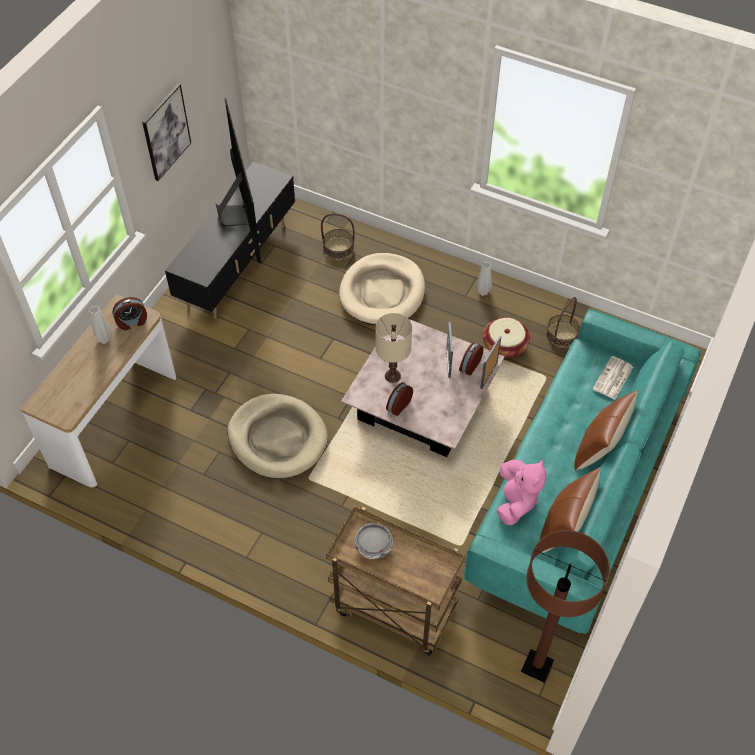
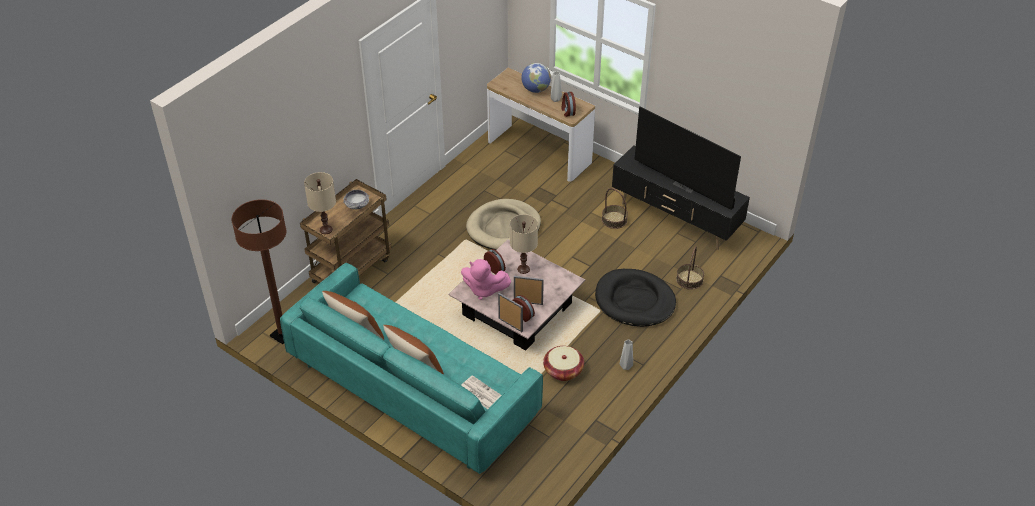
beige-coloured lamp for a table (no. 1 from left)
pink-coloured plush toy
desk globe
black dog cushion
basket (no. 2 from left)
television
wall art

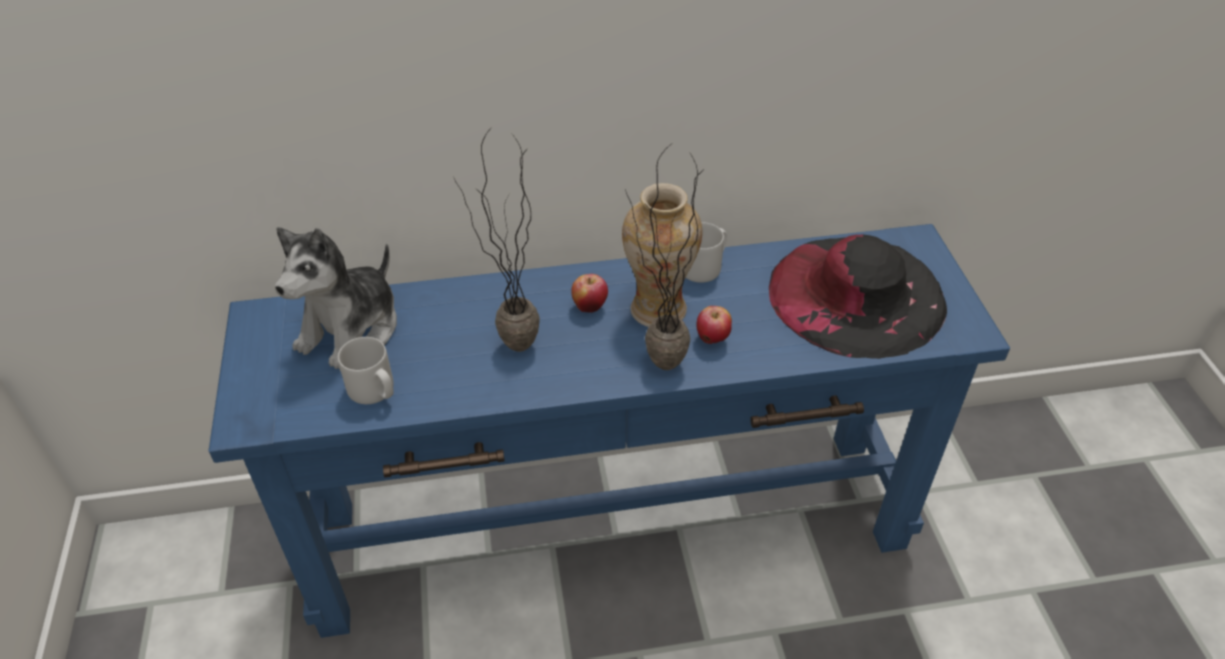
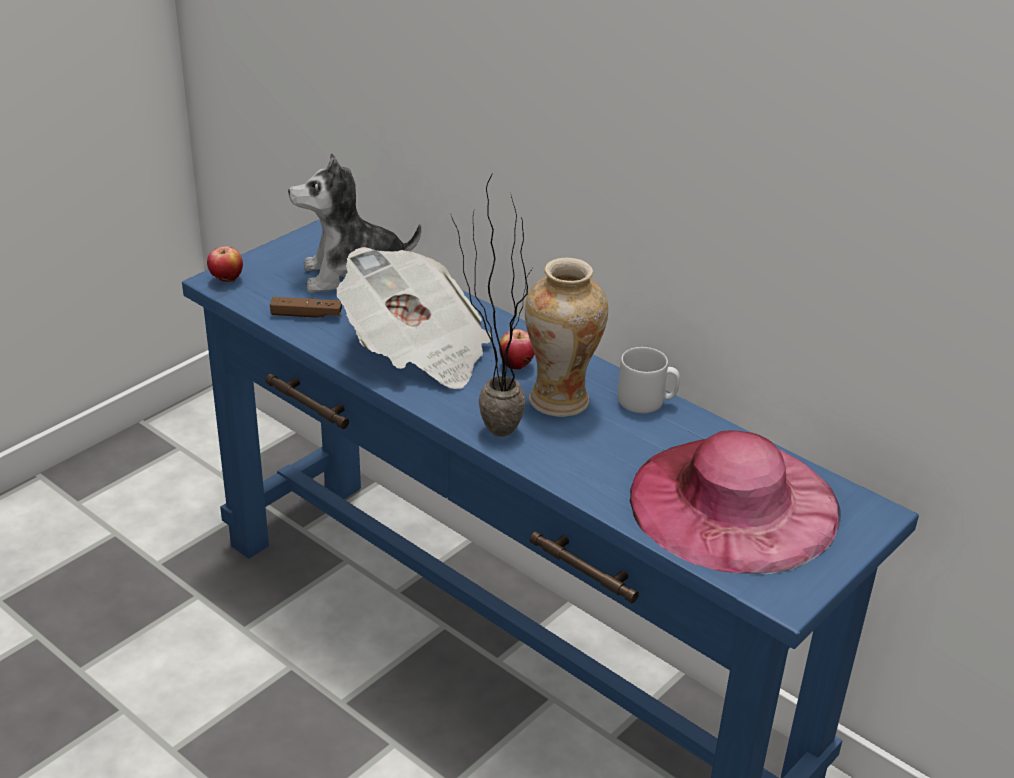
apple fruit (no. 1 from left)
brown-coloured gamepad
newspaper
pink-coloured clothing hat

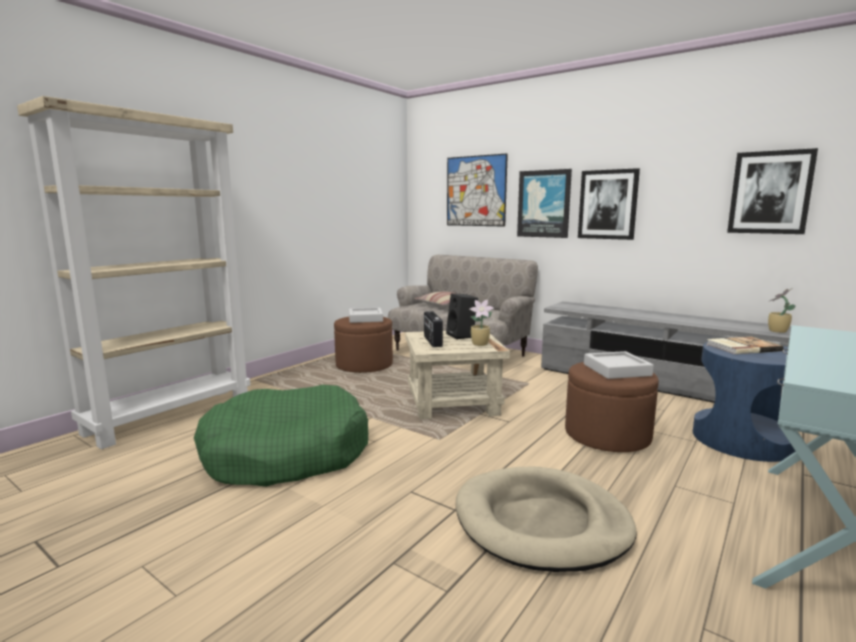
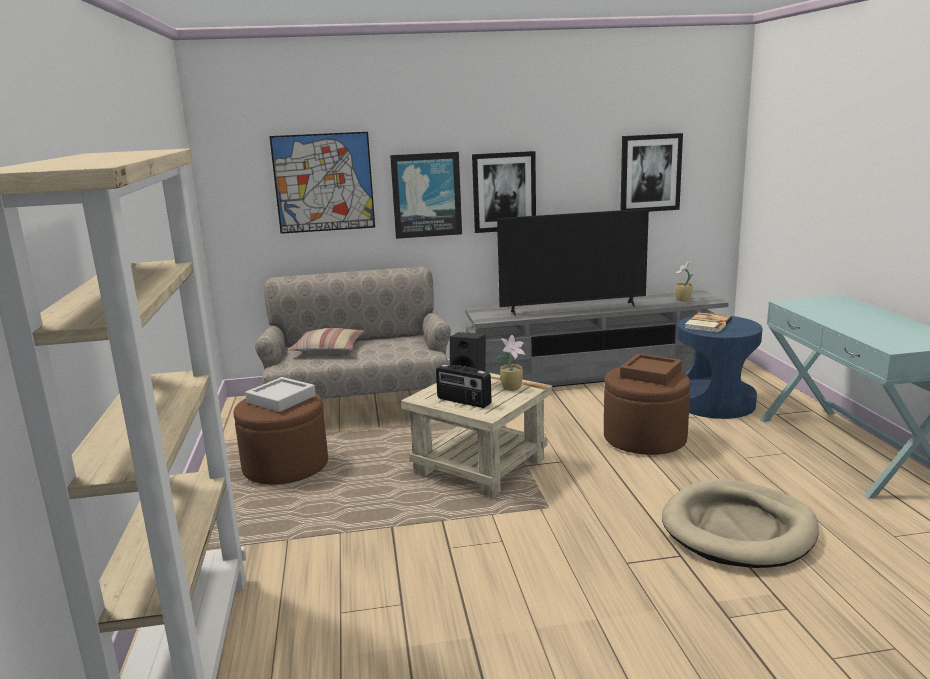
television
brown-coloured tray
green-coloured dog cushion

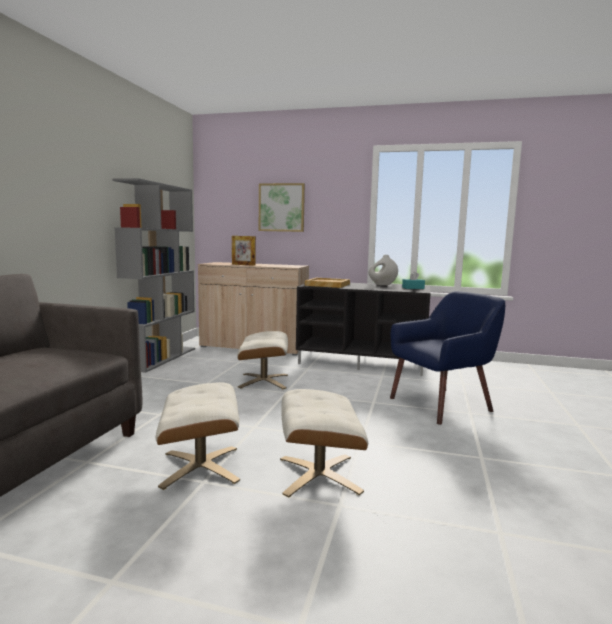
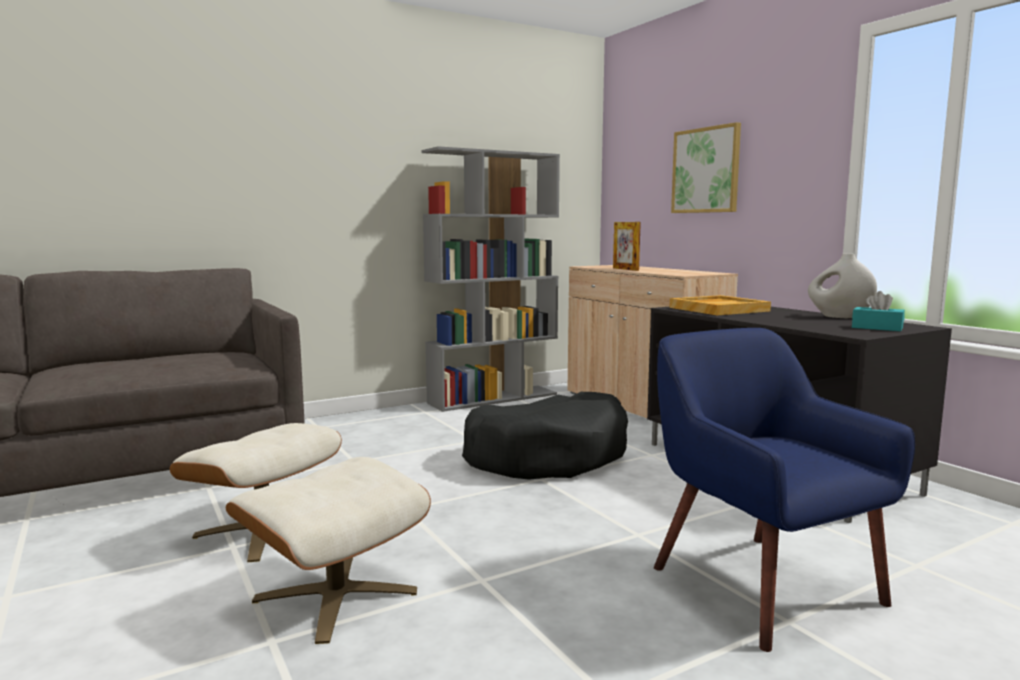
black dog cushion
blue-coloured lounge chair

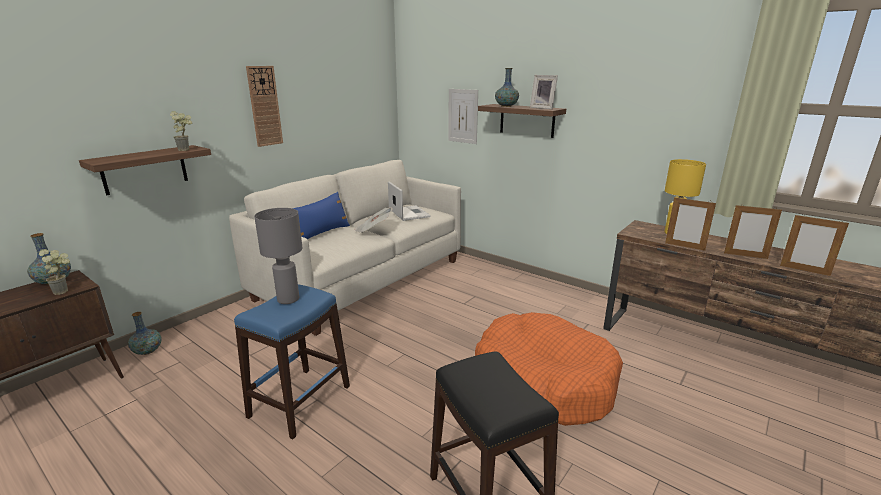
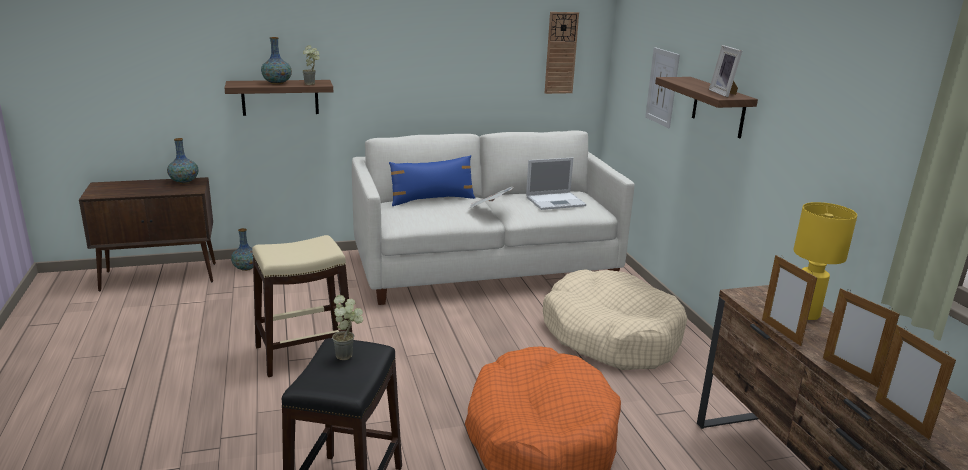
beige-coloured stool
vase (no. 3 from left)
potted plant (no. 2 from left)
portable computer
beige-coloured dog cushion
wall clock
grey lamp for a table

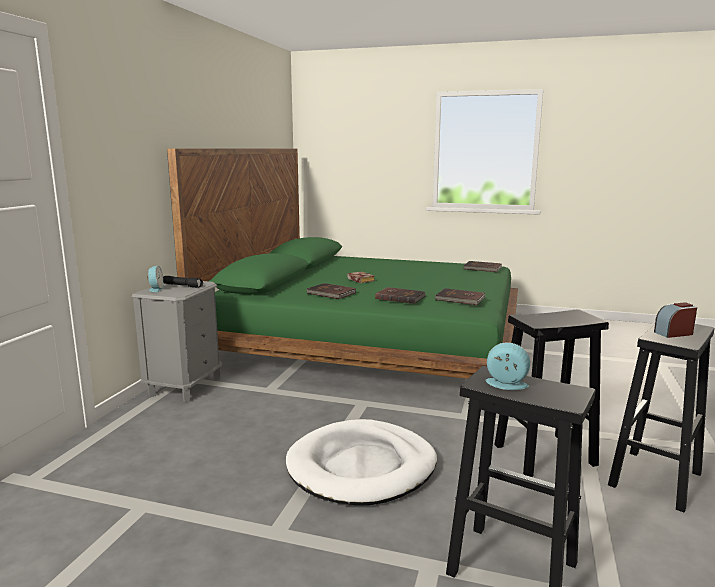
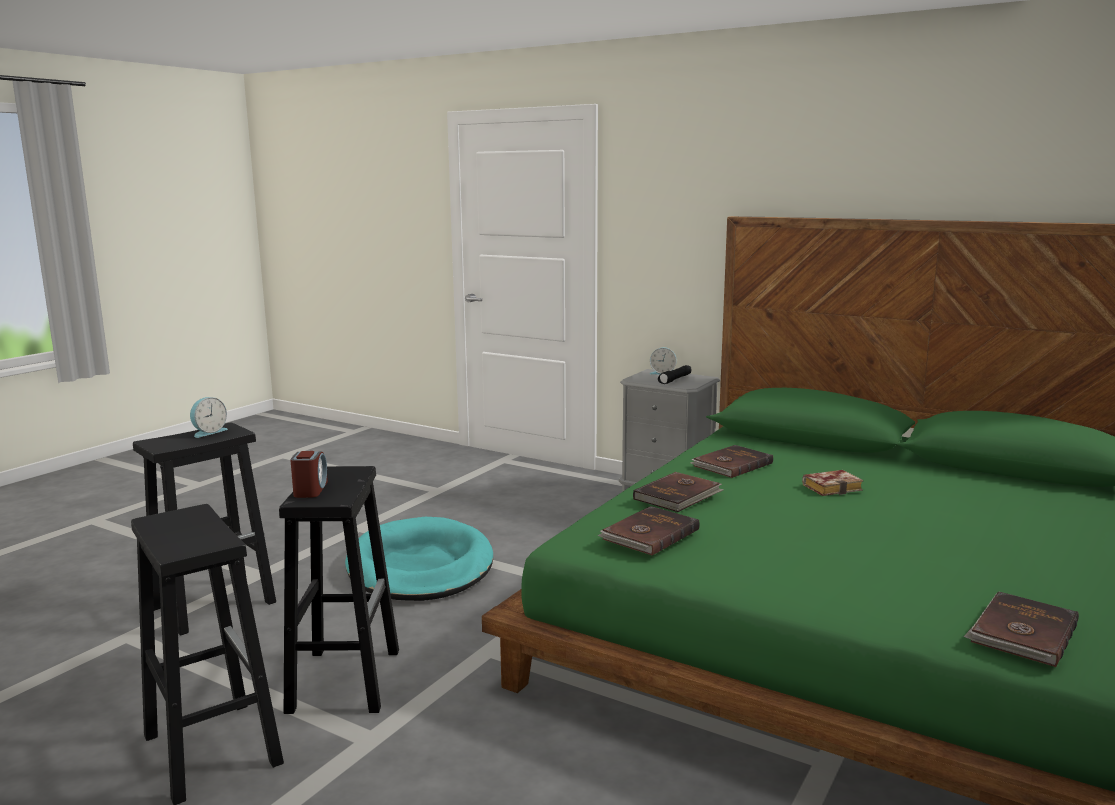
alarm clock (no. 2 from left)
turquoise dog cushion

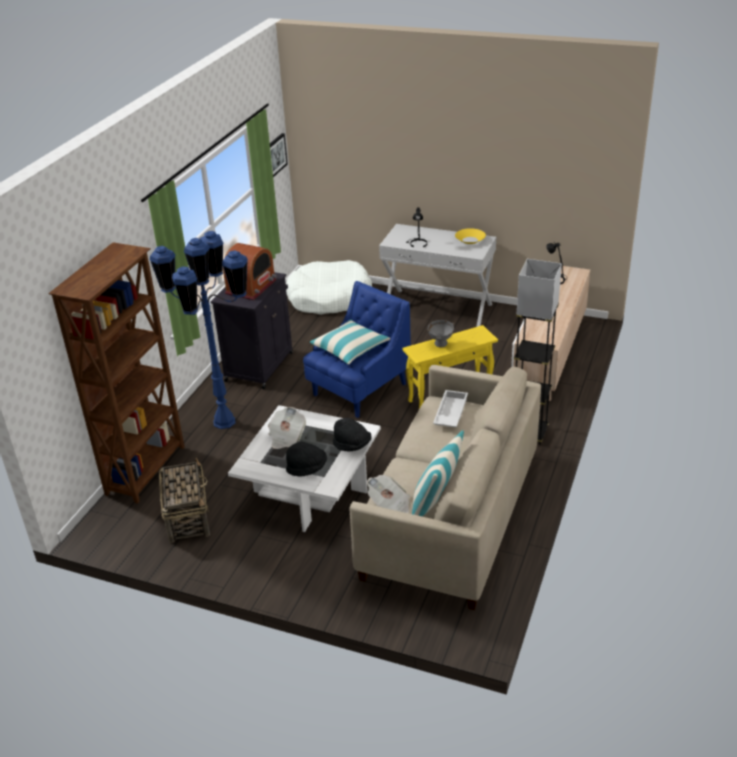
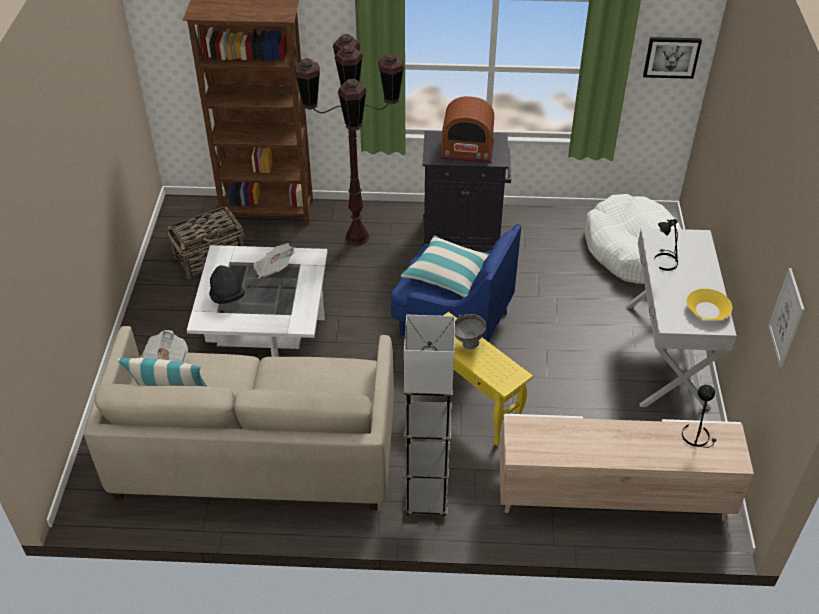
brown-coloured standard lamp
wall art (no. 2 from left)
black clothing hat (no. 2 from left in the first image)
white tray

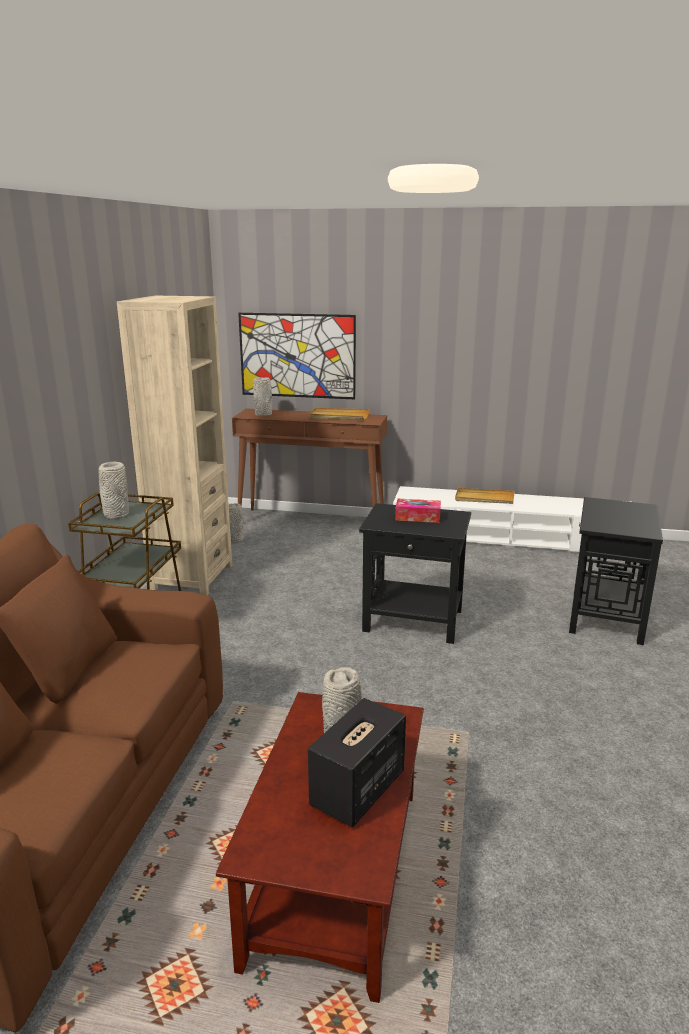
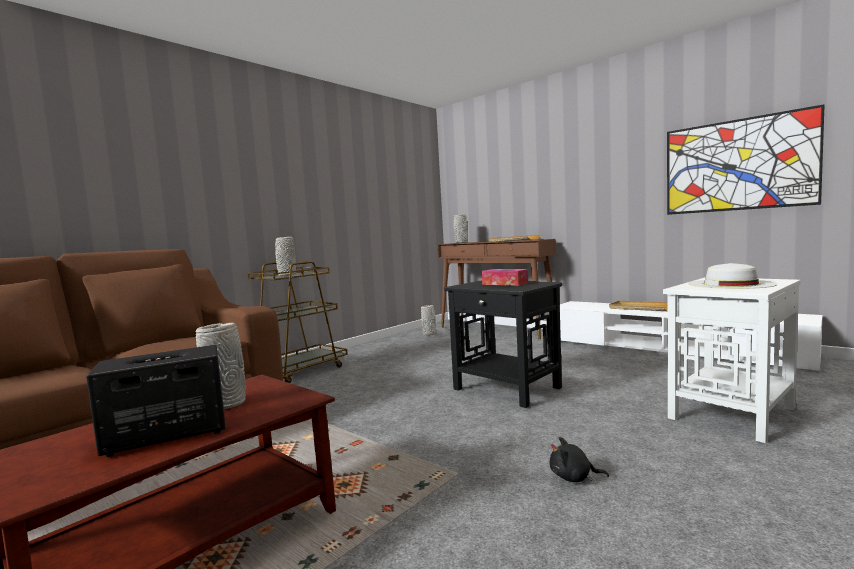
black plush toy
white side table
wall art
white clothing hat
beige-coloured bookshelf

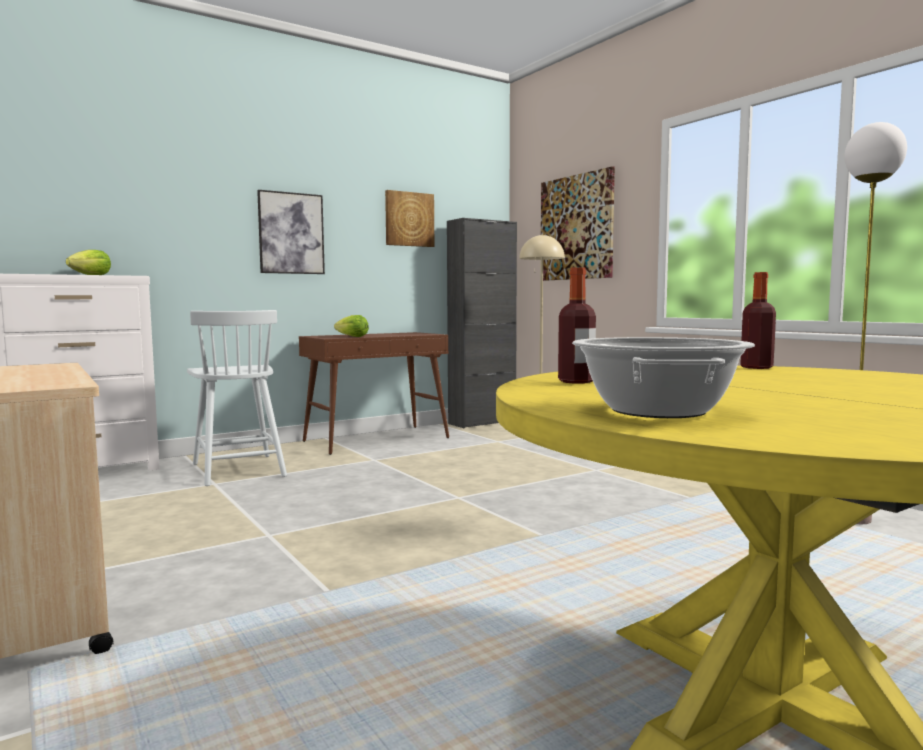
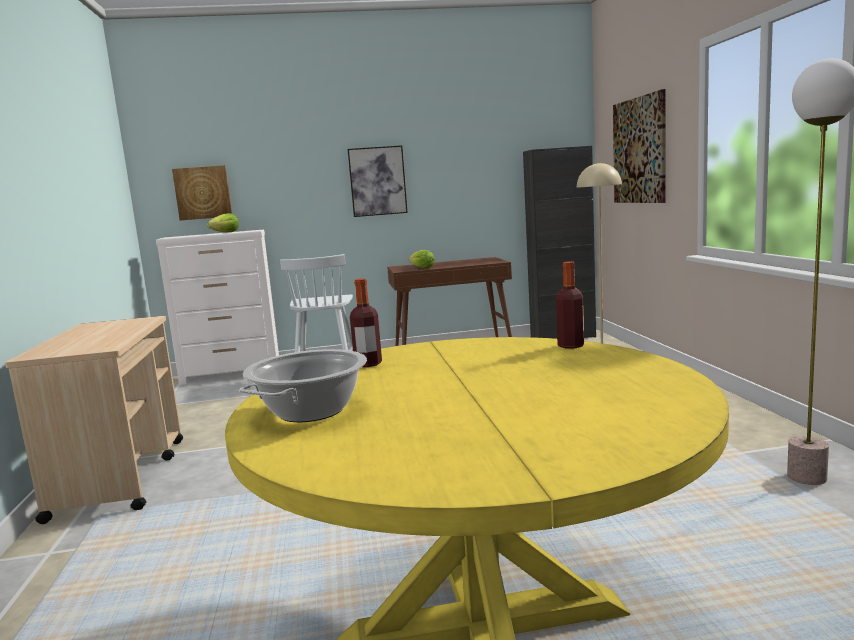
wall art (no. 1 from left)

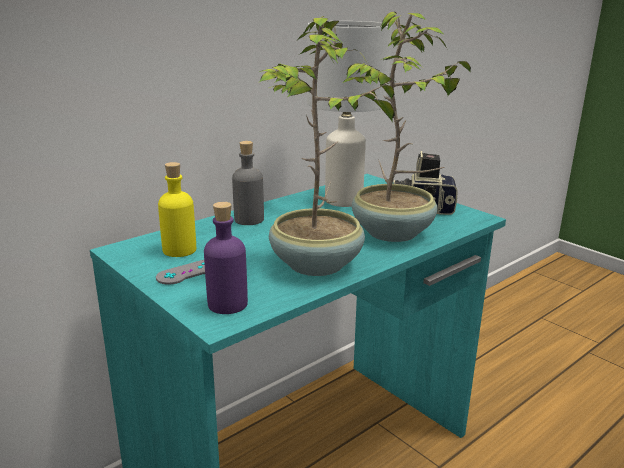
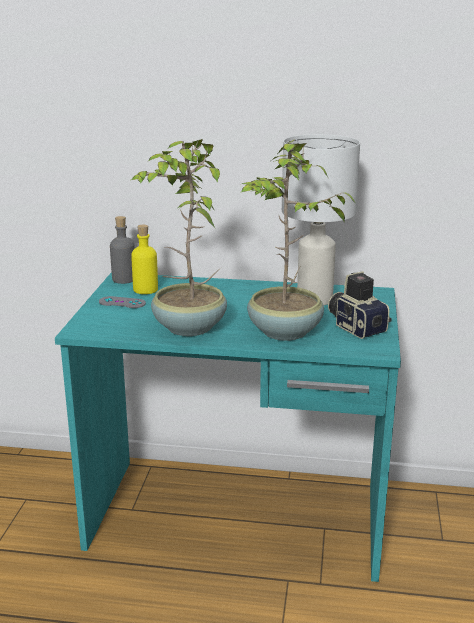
grey beverage bottle
purple-coloured beverage bottle

